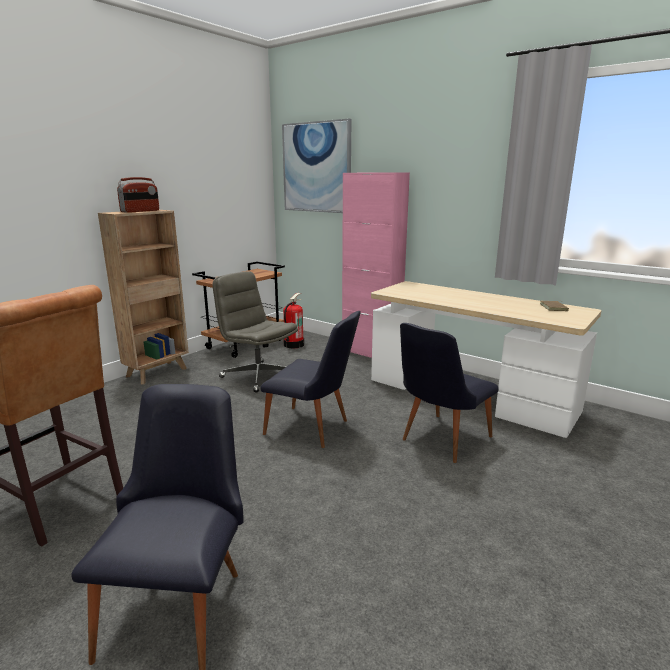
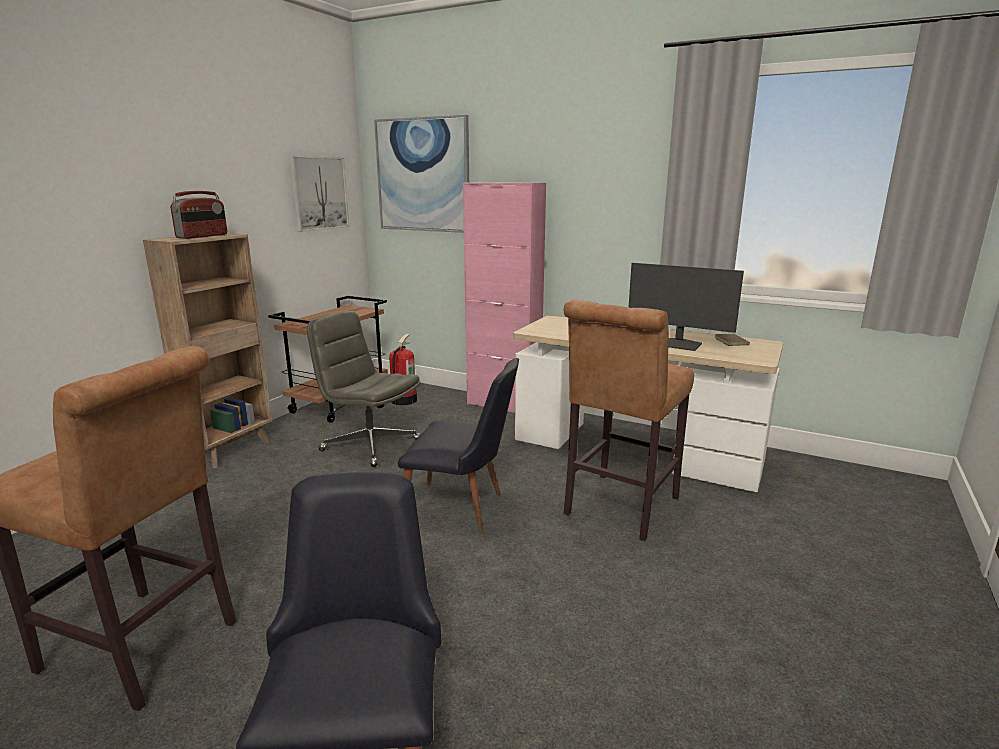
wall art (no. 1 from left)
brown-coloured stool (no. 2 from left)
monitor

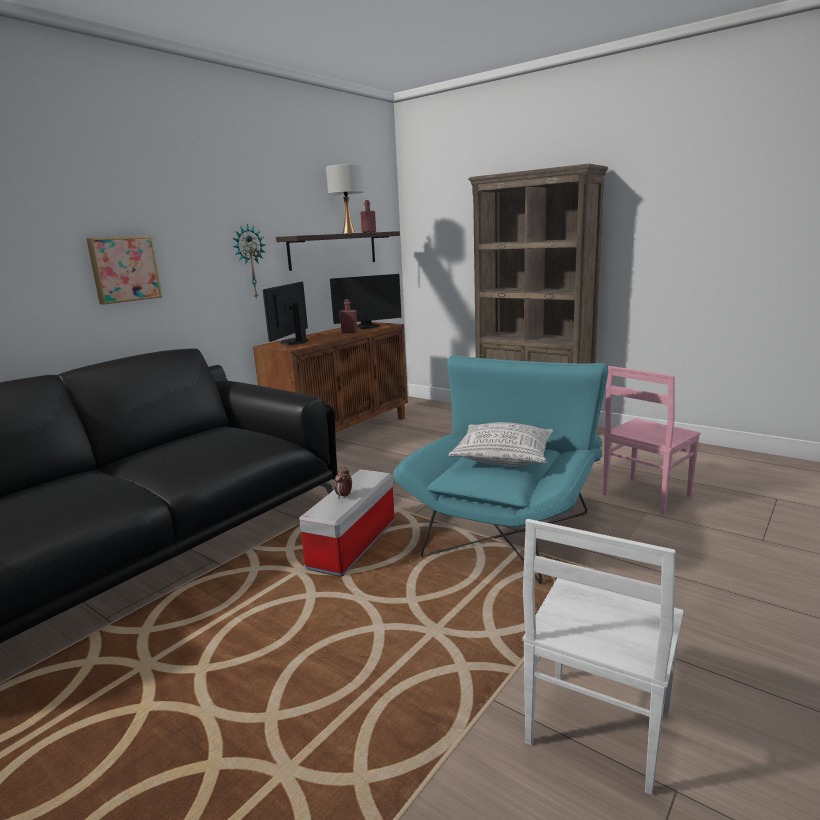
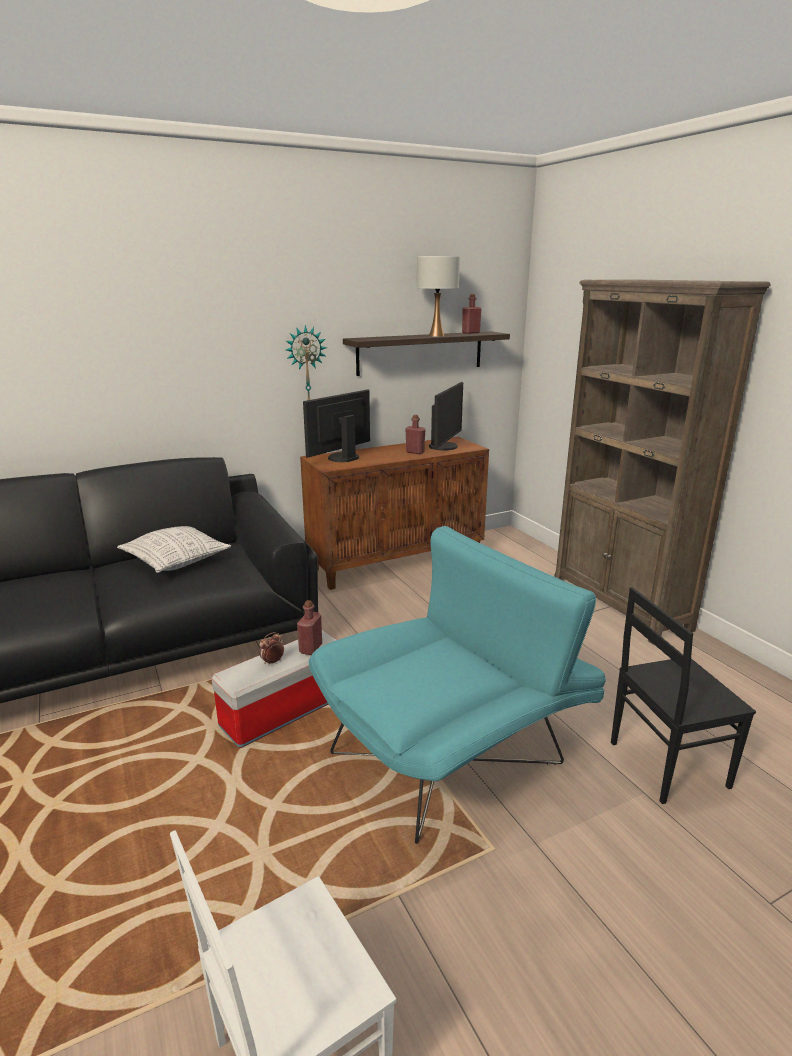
throw pillow
red-coloured beverage bottle (no. 1 from left)
monitor (no. 2 from left)
black plain chair
wall art

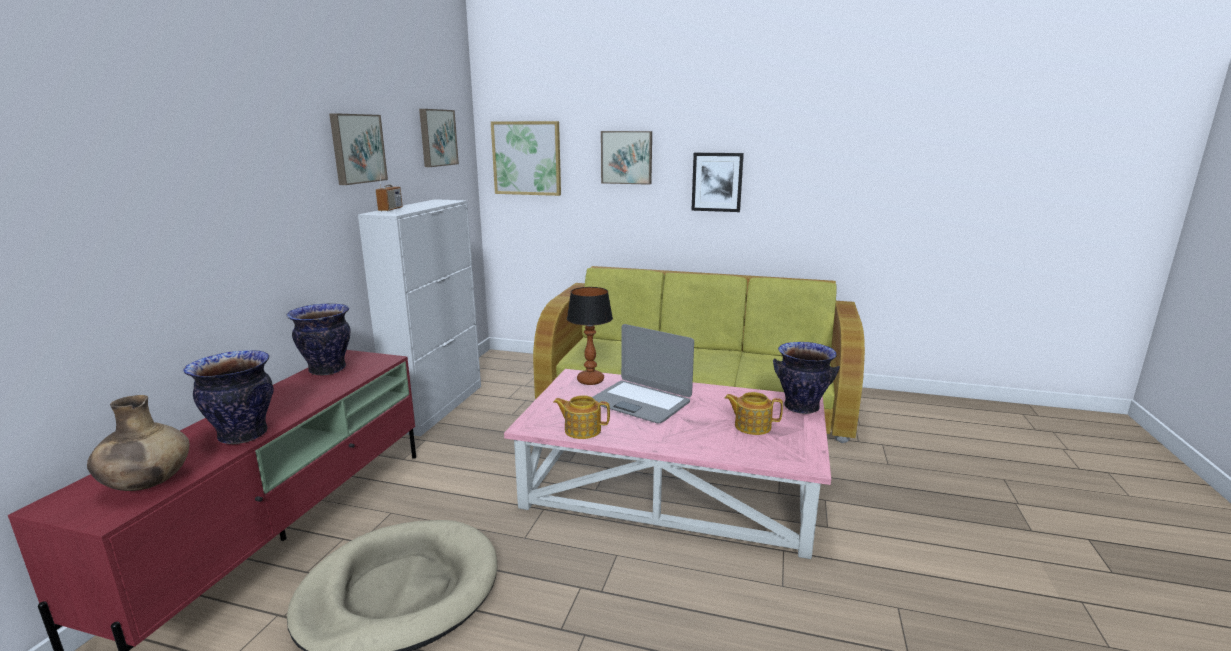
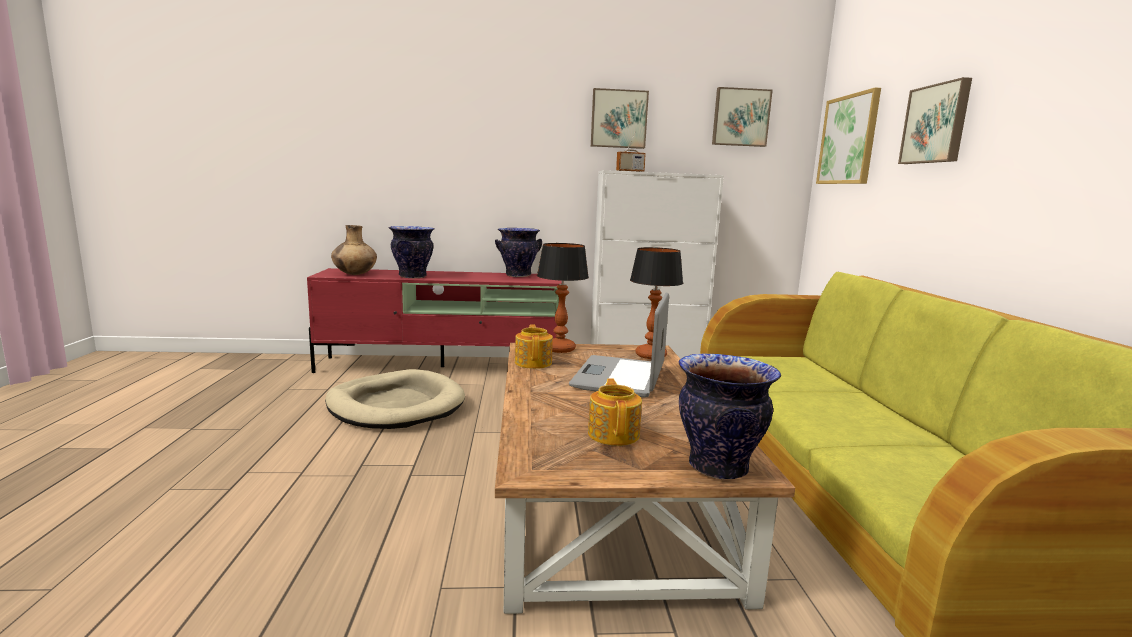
brown-coloured low table
lamp for a table (no. 1 from left)
wall art (no. 5 from left in the first image)

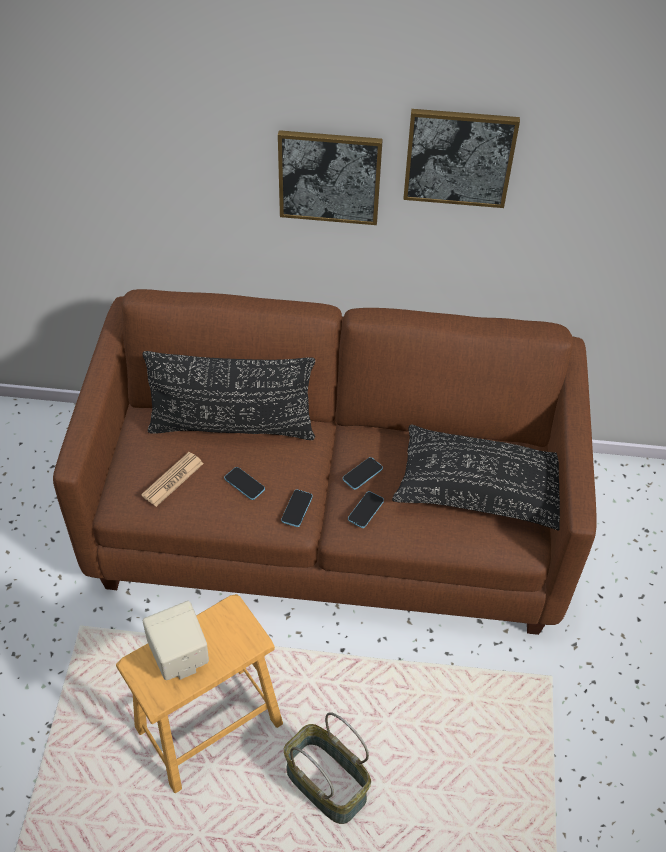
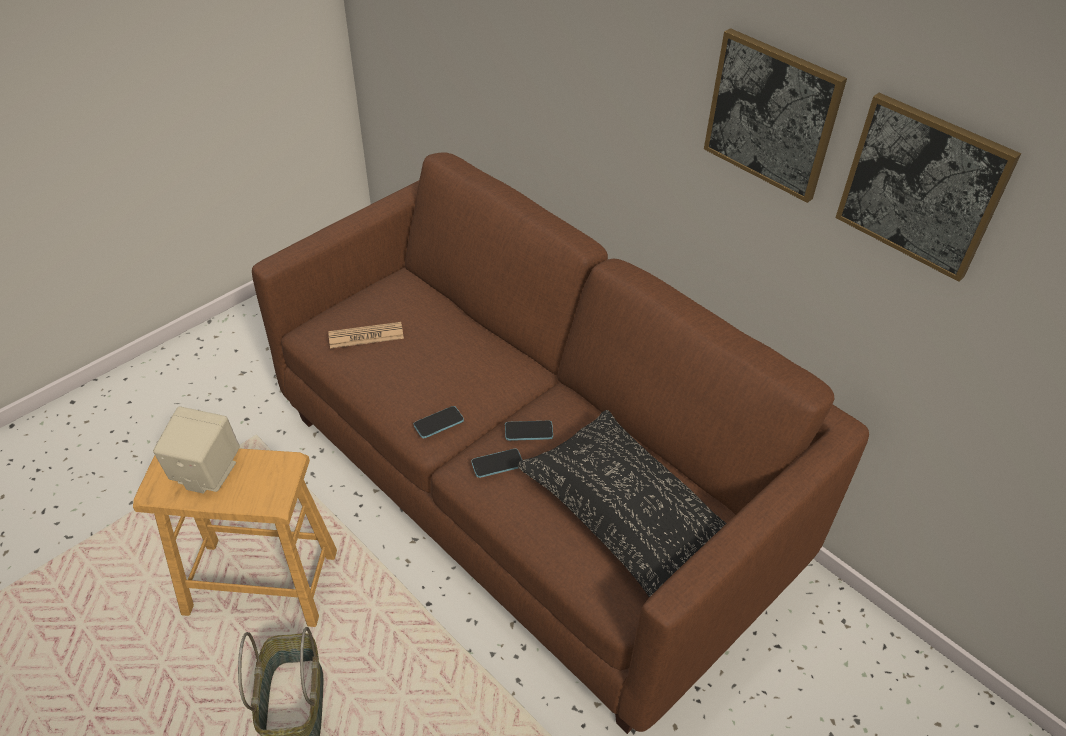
wall art (no. 2 from left)
black throw pillow (no. 1 from left in the first image)
phone (no. 1 from left in the first image)

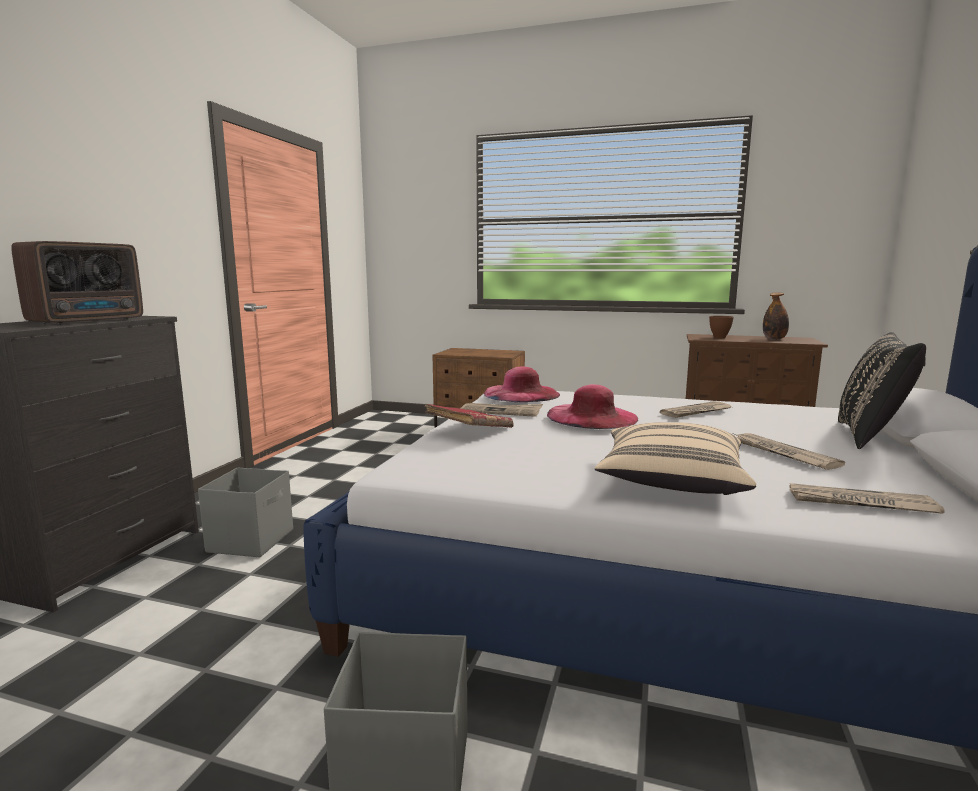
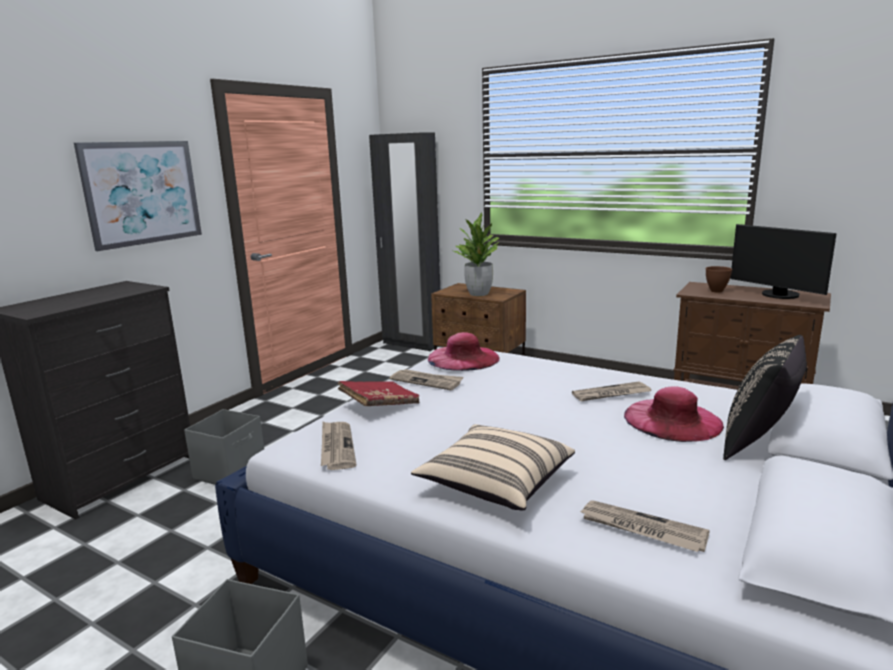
wall art
newspaper (no. 1 from left)
black armoire
potted plant
pink-coloured clothing hat (no. 2 from left)
monitor
radio set

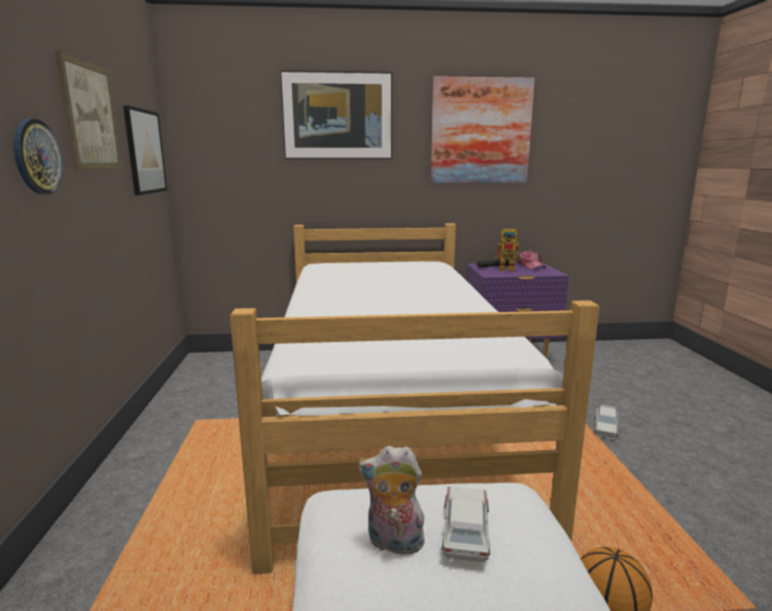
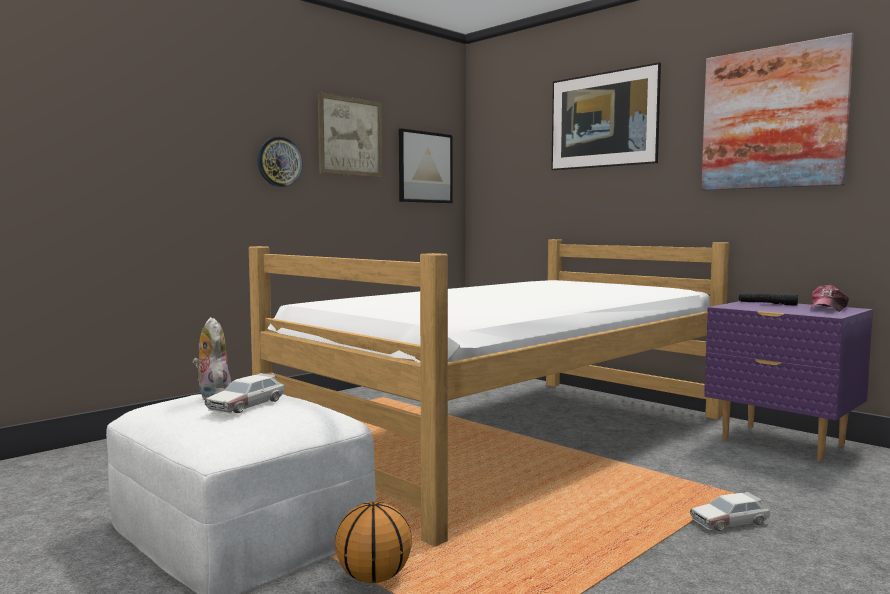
toy car (no. 1 from left)
robot figure

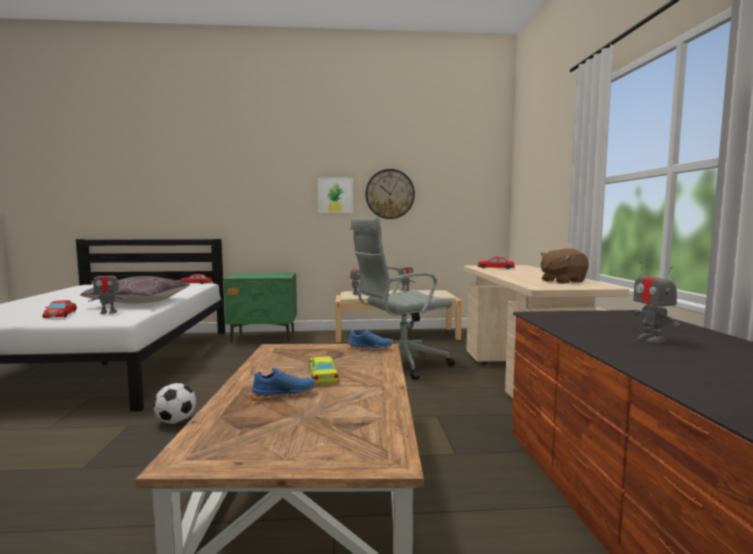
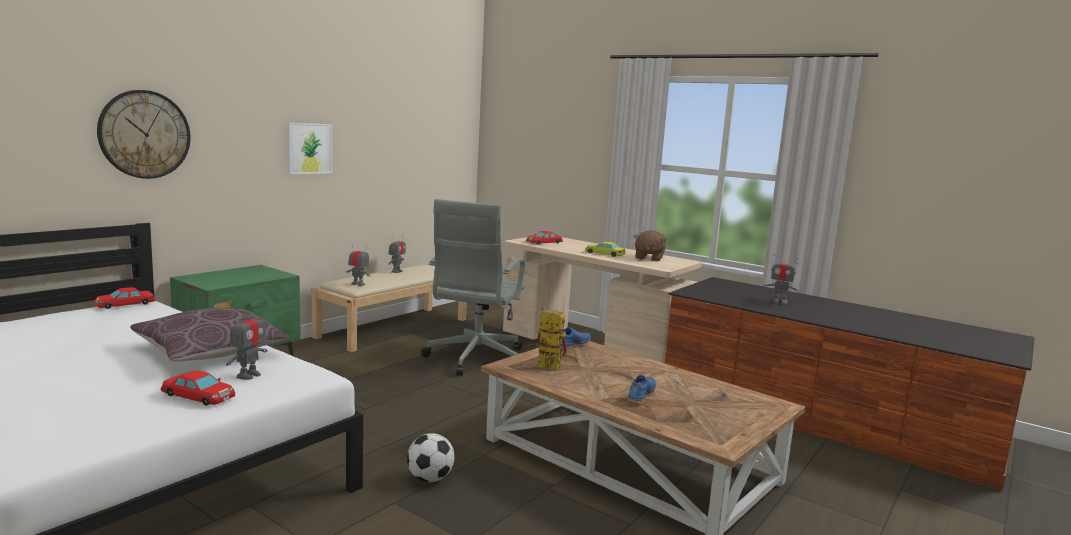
wall clock
robot figure (no. 4 from left)
yellow toy car

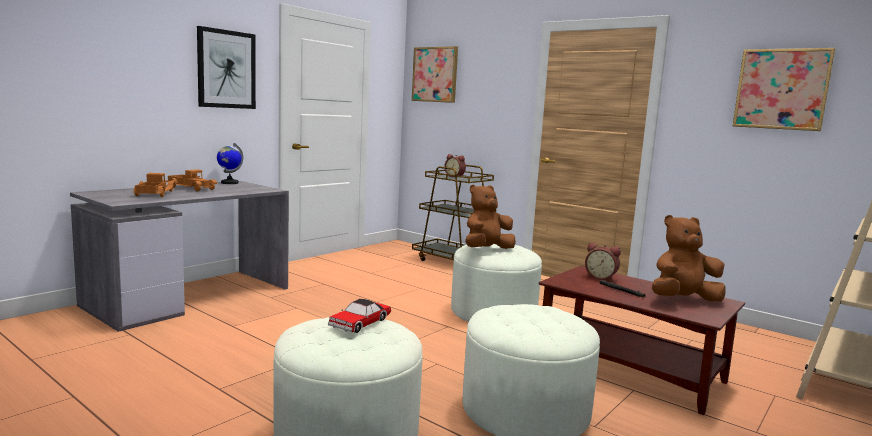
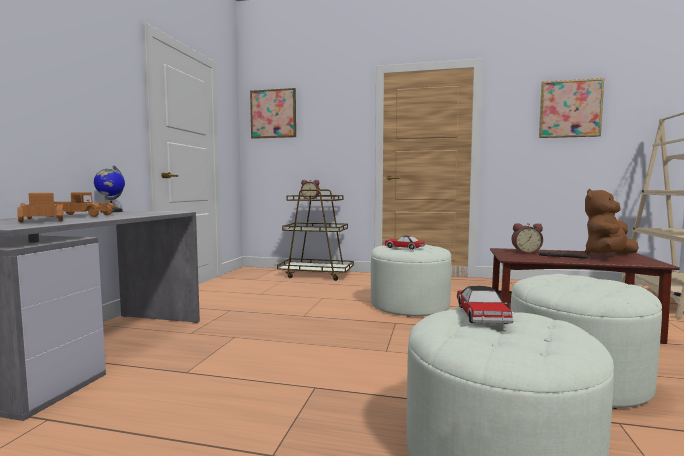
toy car (no. 1 from left)
wall art (no. 1 from left in the first image)

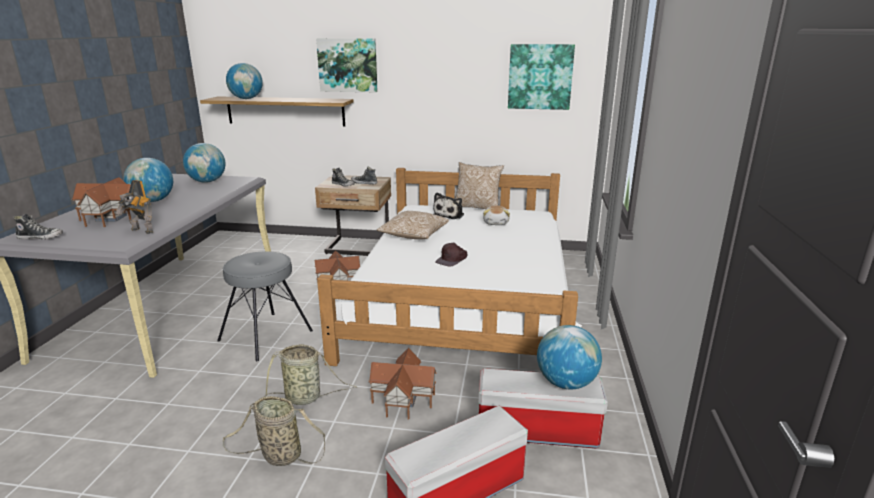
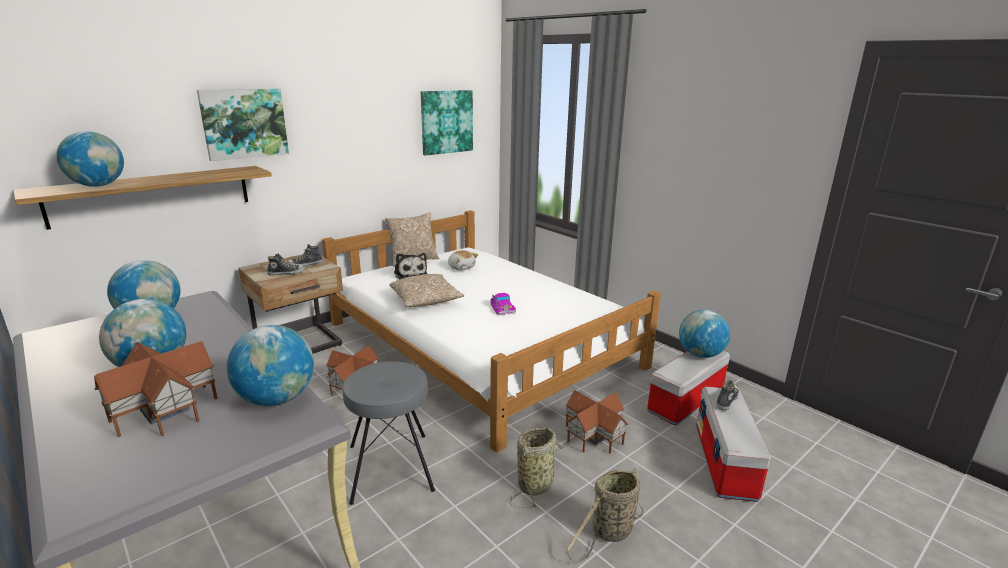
desk globe (no. 4 from left)
toy car
low shoe (no. 3 from left)

